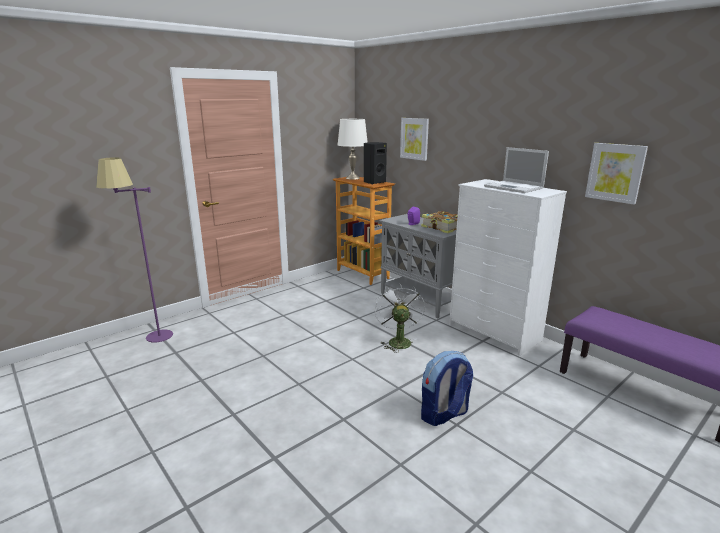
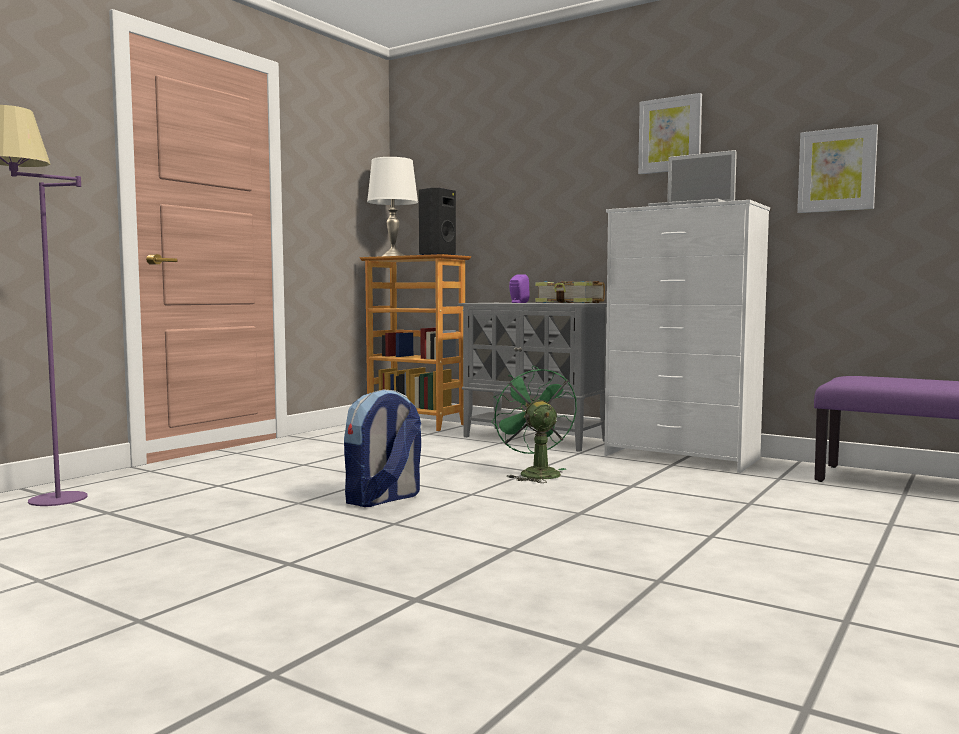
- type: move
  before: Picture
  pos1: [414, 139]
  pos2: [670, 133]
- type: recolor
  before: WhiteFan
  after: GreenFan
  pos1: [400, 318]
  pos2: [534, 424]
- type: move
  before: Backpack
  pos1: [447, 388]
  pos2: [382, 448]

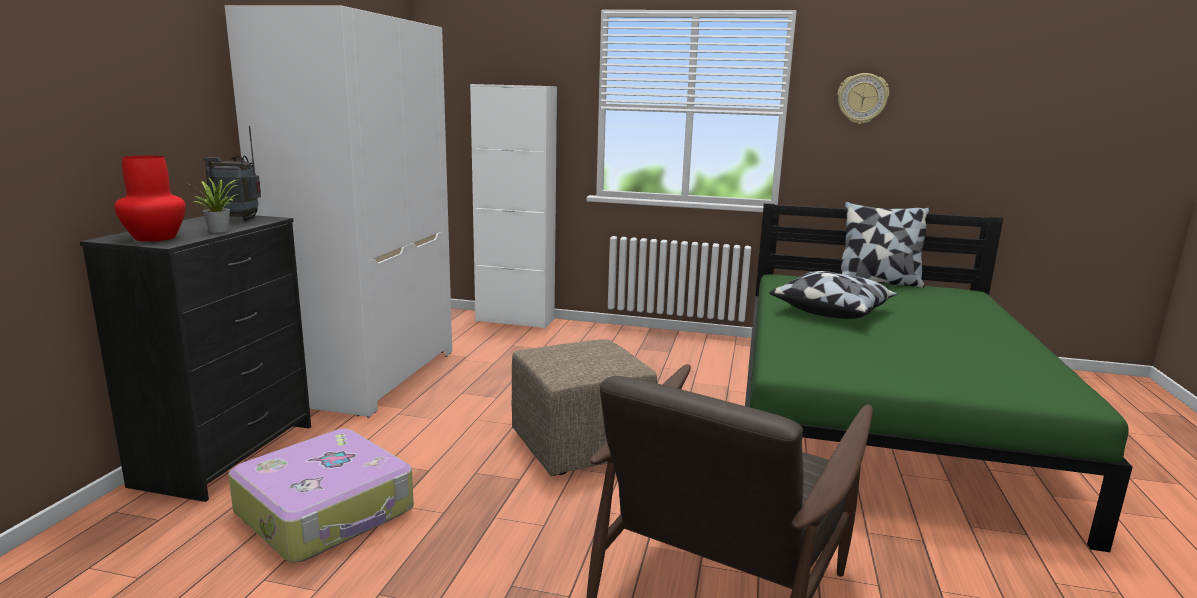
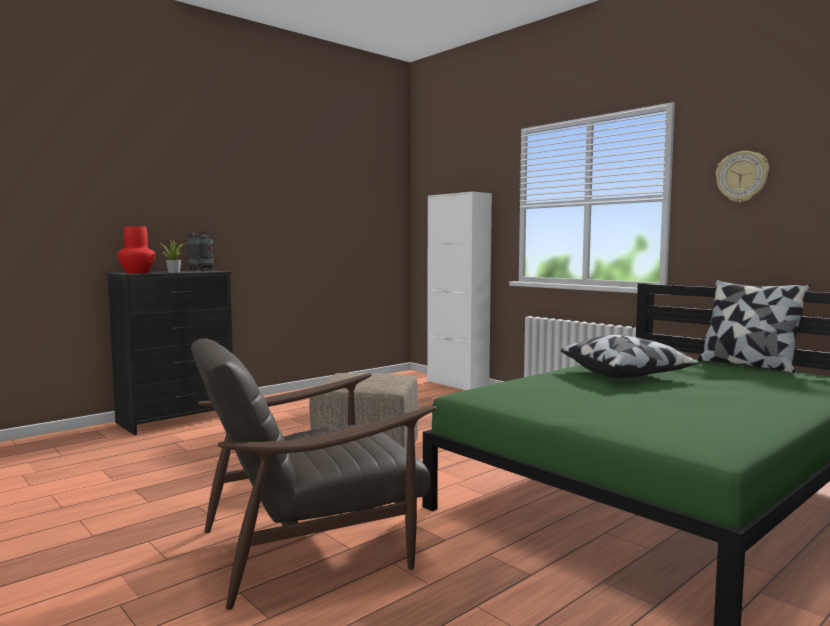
- type: delete
  before: WhiteWardrobe
  pos1: [338, 211]
- type: delete
  before: Suitcase
  pos1: [321, 495]

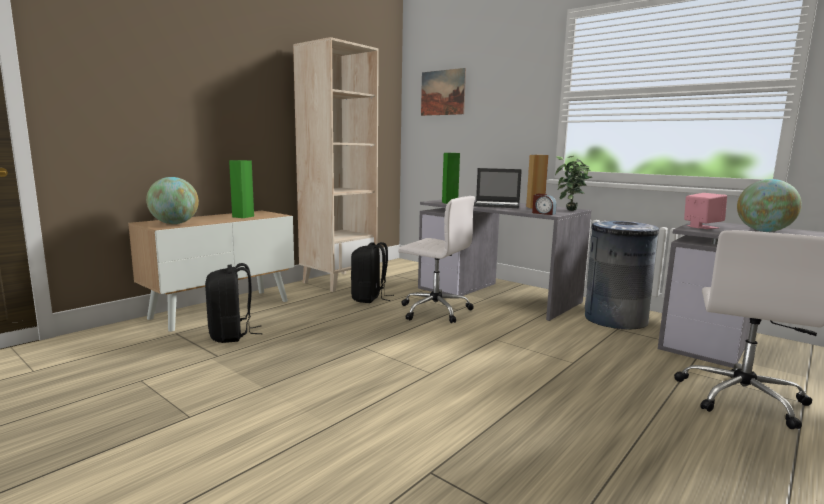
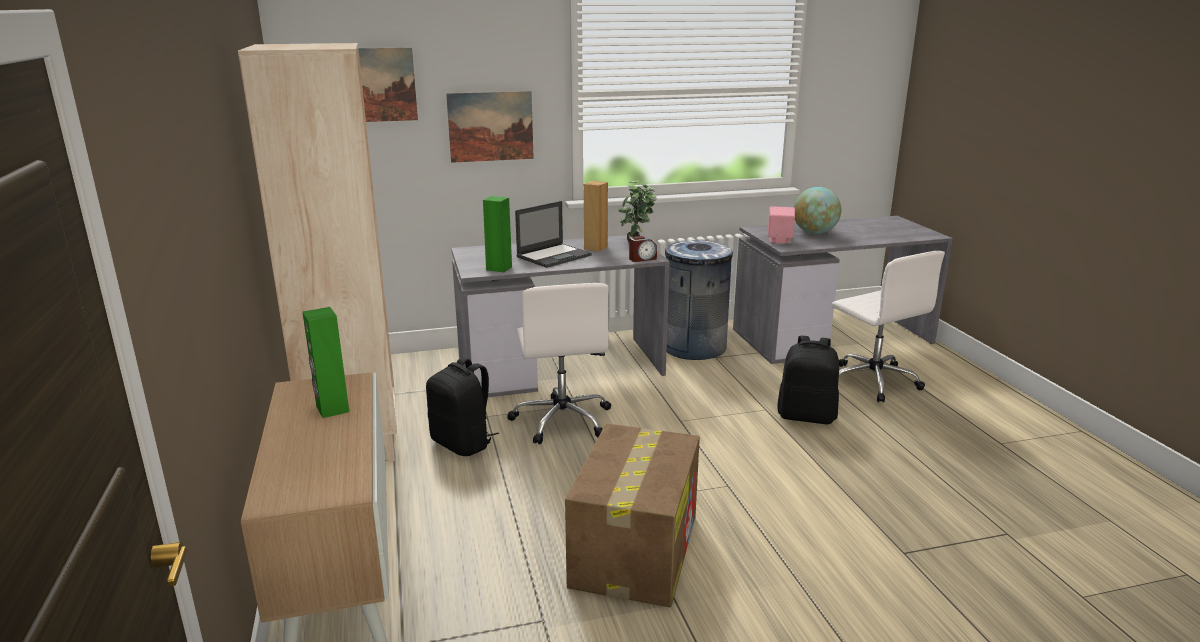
- type: delete
  before: Globe
  pos1: [172, 200]
- type: rotate
  before: WhiteOfficeChair
  pos1: [436, 259]
  pos2: [559, 363]
  turn: 105
- type: move
  before: BlackBackpack
  pos1: [234, 303]
  pos2: [808, 380]
- type: insert
  after: Picture
  pos2: [490, 127]
- type: insert
  after: CardboardBox
  pos2: [632, 515]

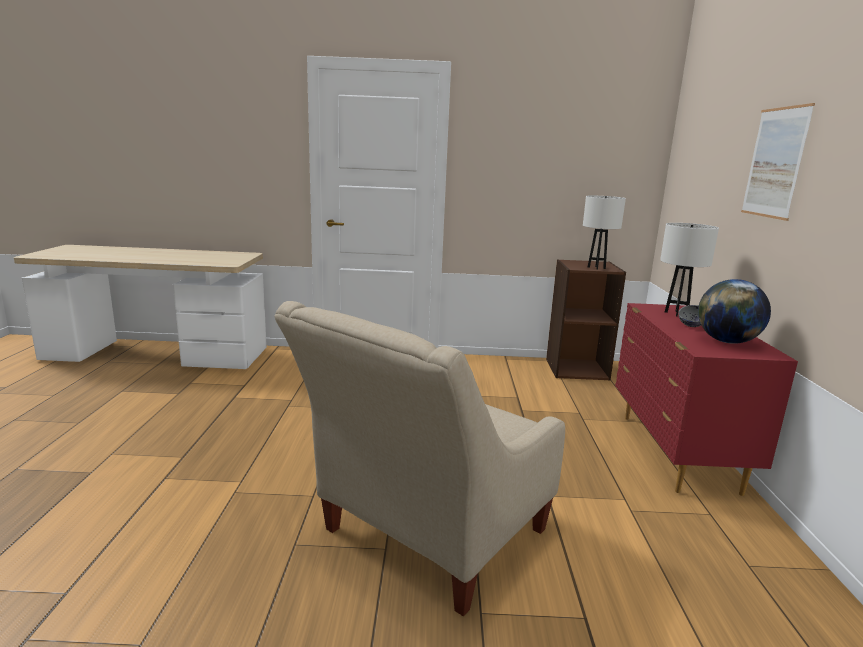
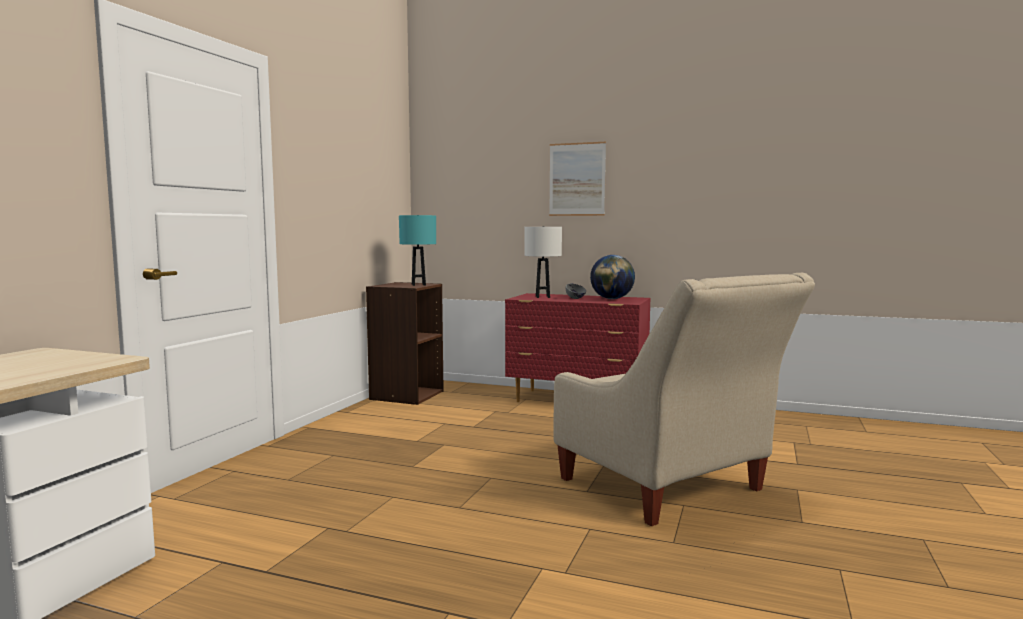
- type: recolor
  before: WhiteTableLamp
  after: TurquoiseTableLamp
  pos1: [604, 233]
  pos2: [417, 250]

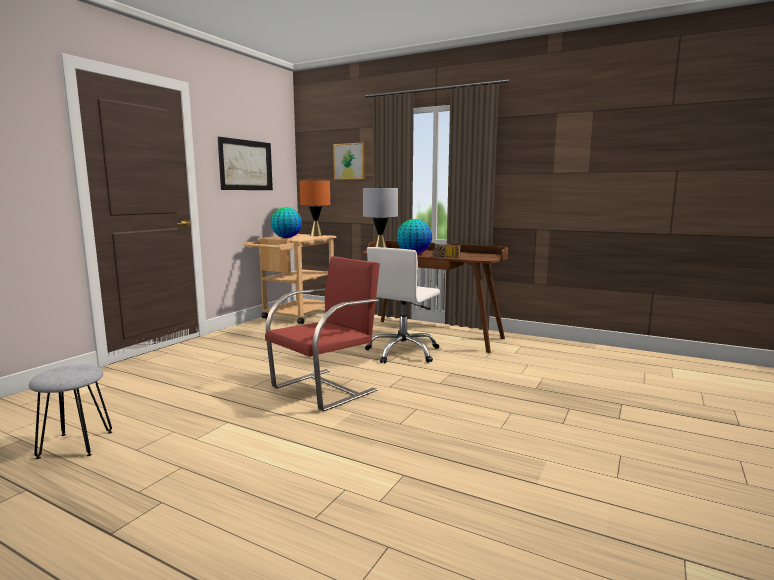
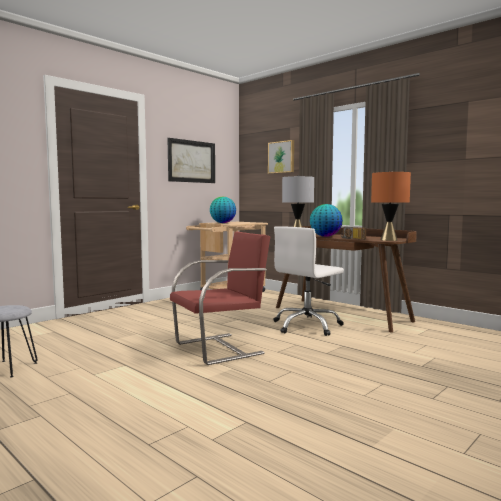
- type: move
  before: OrangeTableLamp
  pos1: [315, 207]
  pos2: [391, 206]

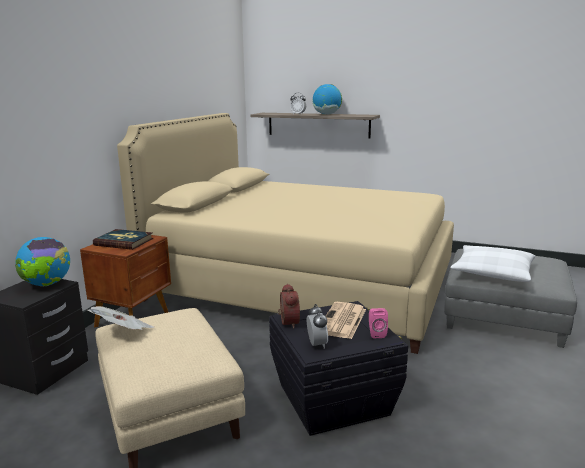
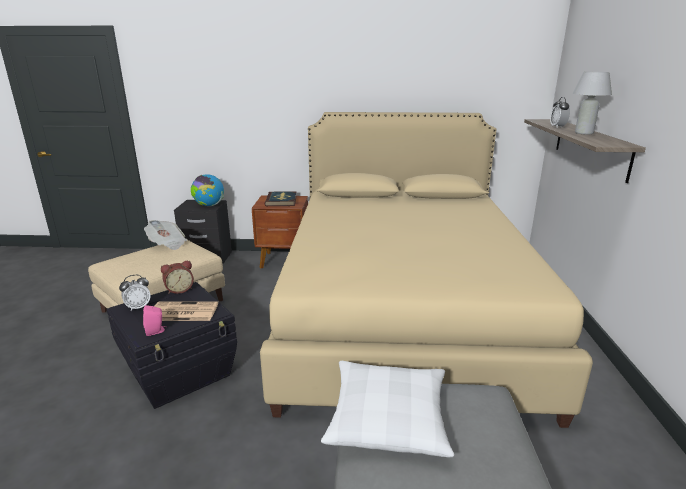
- type: replace
  before: Globe
  after: WhiteTableLamp
  pos1: [327, 99]
  pos2: [592, 103]

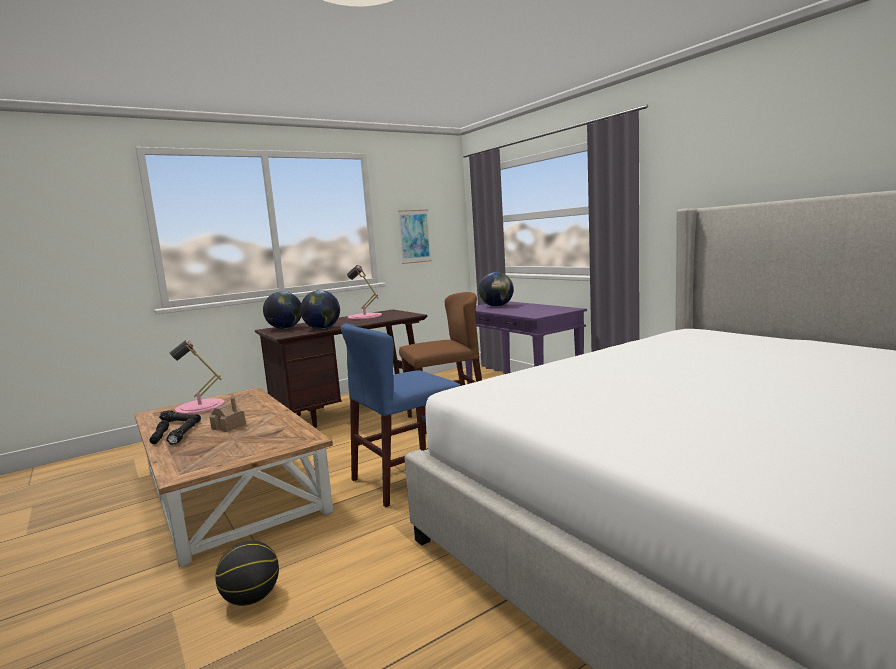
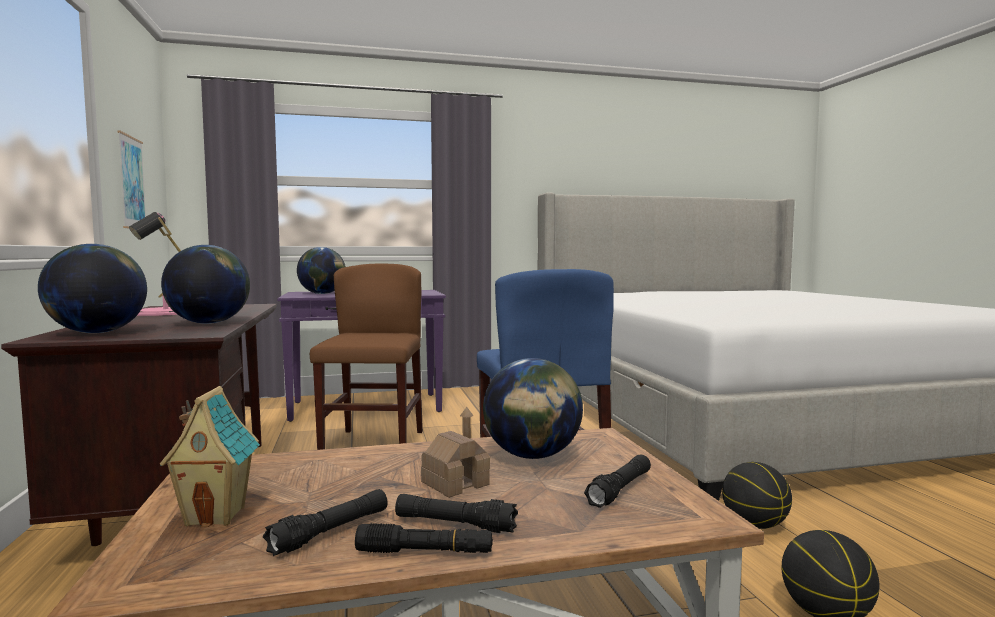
- type: replace
  before: PinkTableLamp
  after: ToyHouse
  pos1: [197, 377]
  pos2: [210, 456]
- type: insert
  after: Globe
  pos2: [533, 408]
- type: insert
  after: BlackFlashlight
  pos2: [617, 481]
- type: insert
  after: Basketball
  pos2: [757, 495]

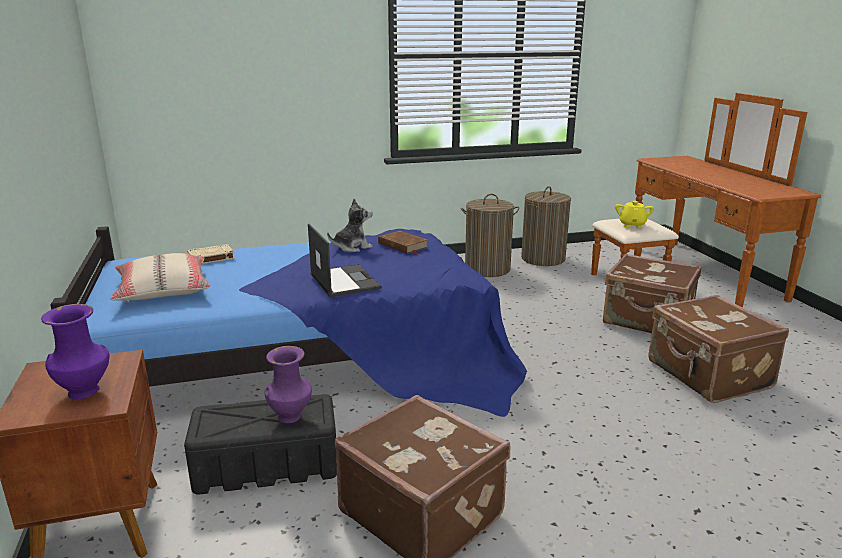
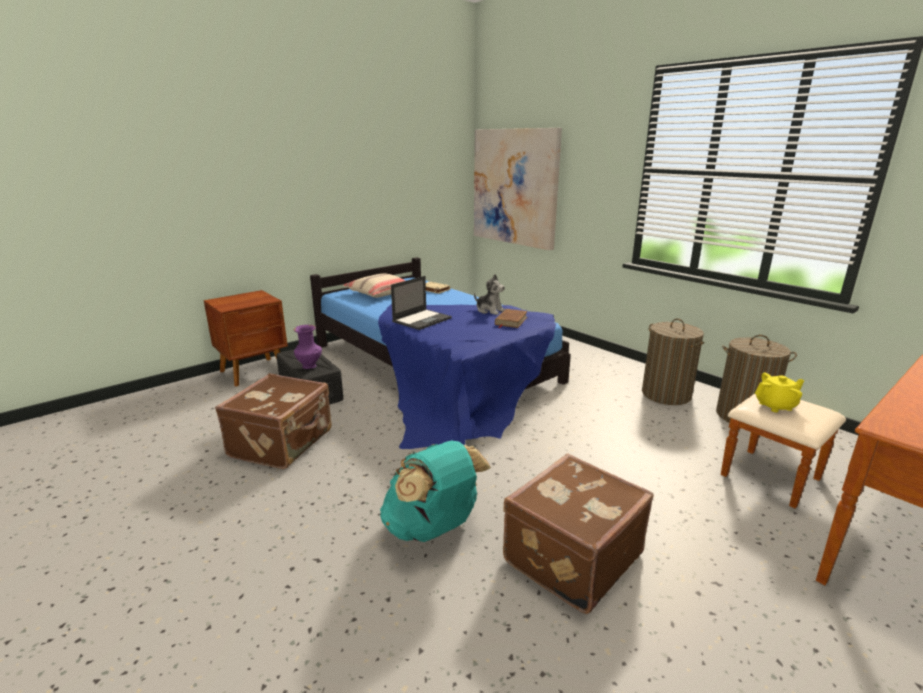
- type: delete
  before: BrownSuitcase
  pos1: [652, 293]
- type: delete
  before: PurpleVase
  pos1: [75, 351]
- type: insert
  after: Picture
  pos2: [518, 189]
- type: insert
  after: TurquoiseBackpack
  pos2: [435, 491]

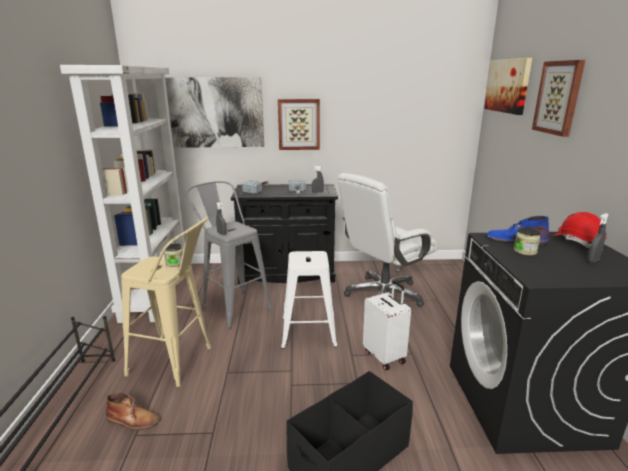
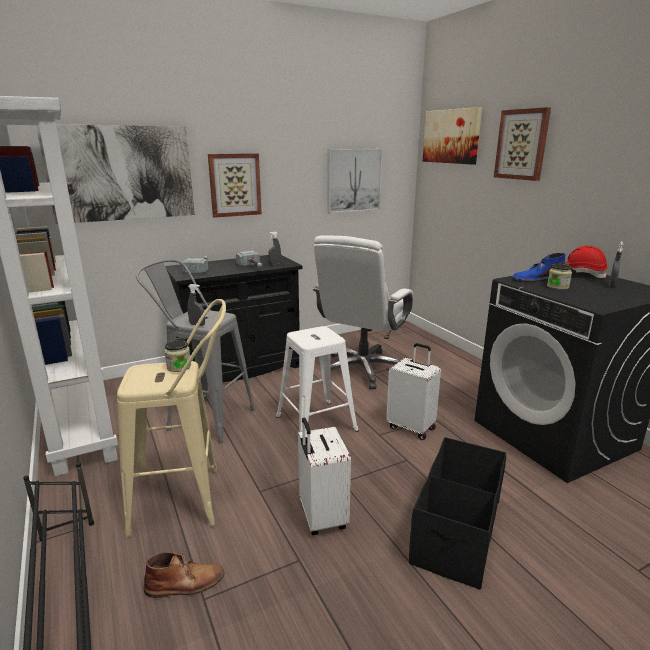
- type: insert
  after: Picture
  pos2: [355, 181]
- type: insert
  after: WhiteSuitcase
  pos2: [324, 476]

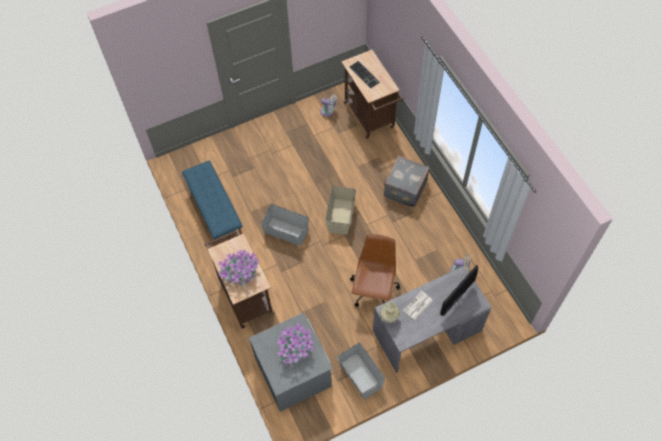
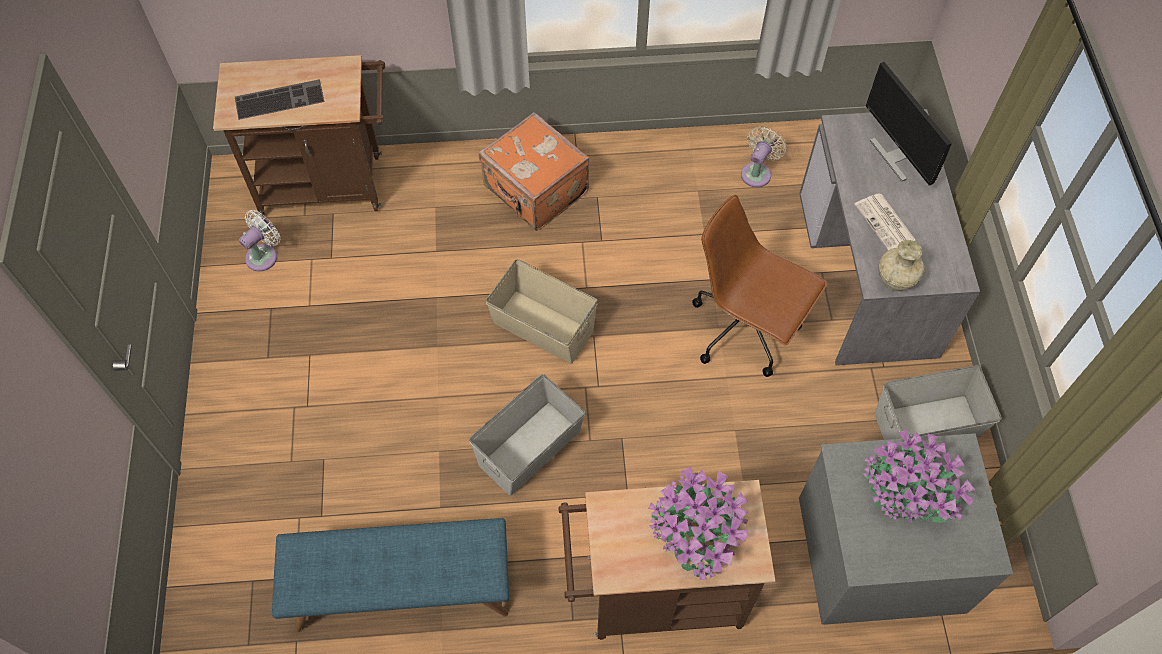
- type: recolor
  before: GreySuitcase
  after: OrangeSuitcase
  pos1: [407, 182]
  pos2: [534, 171]

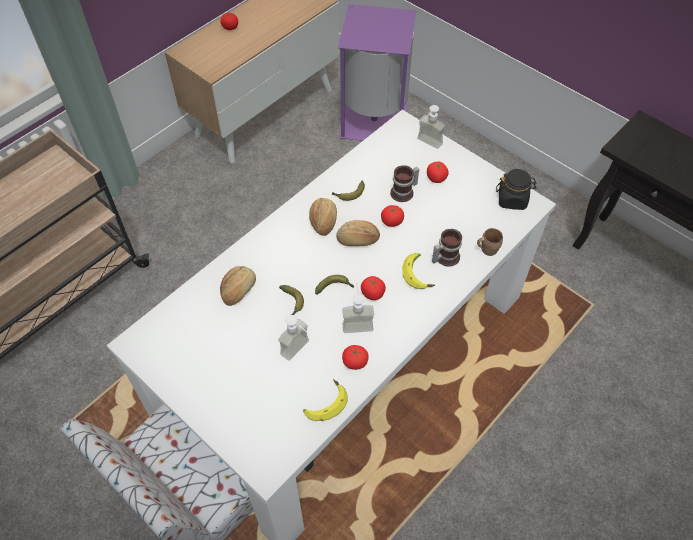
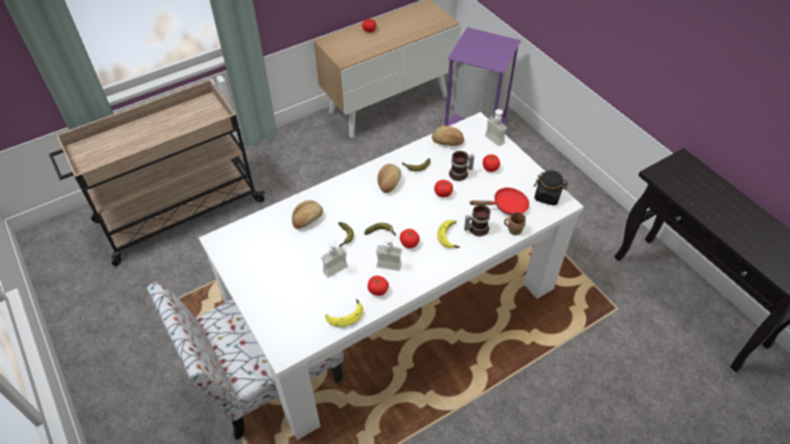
- type: move
  before: Bread
  pos1: [358, 233]
  pos2: [448, 136]
- type: insert
  after: RedFryingPan
  pos2: [499, 201]

